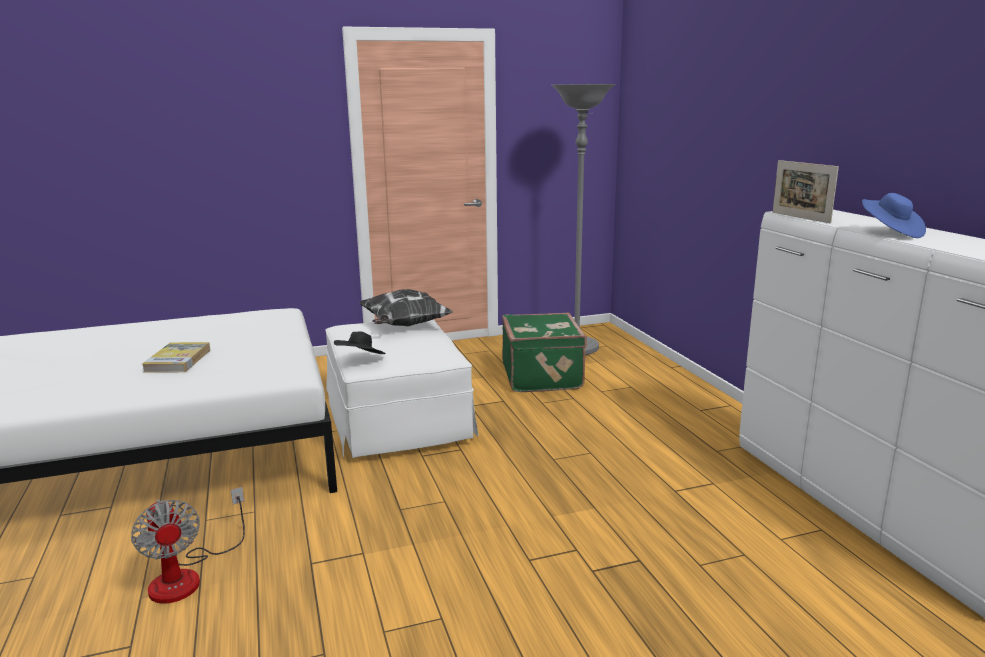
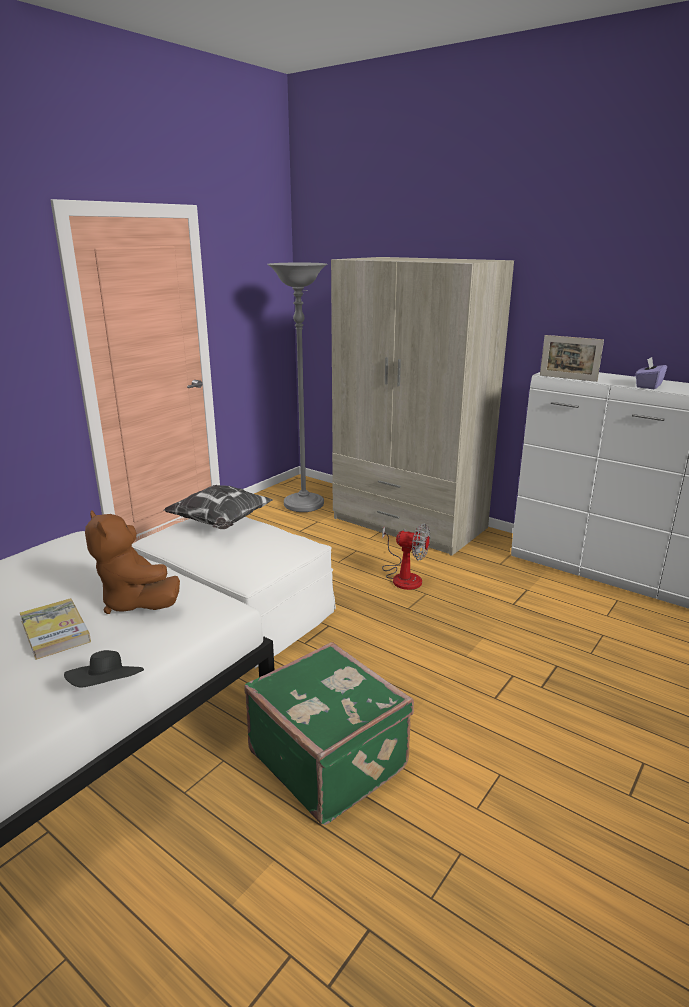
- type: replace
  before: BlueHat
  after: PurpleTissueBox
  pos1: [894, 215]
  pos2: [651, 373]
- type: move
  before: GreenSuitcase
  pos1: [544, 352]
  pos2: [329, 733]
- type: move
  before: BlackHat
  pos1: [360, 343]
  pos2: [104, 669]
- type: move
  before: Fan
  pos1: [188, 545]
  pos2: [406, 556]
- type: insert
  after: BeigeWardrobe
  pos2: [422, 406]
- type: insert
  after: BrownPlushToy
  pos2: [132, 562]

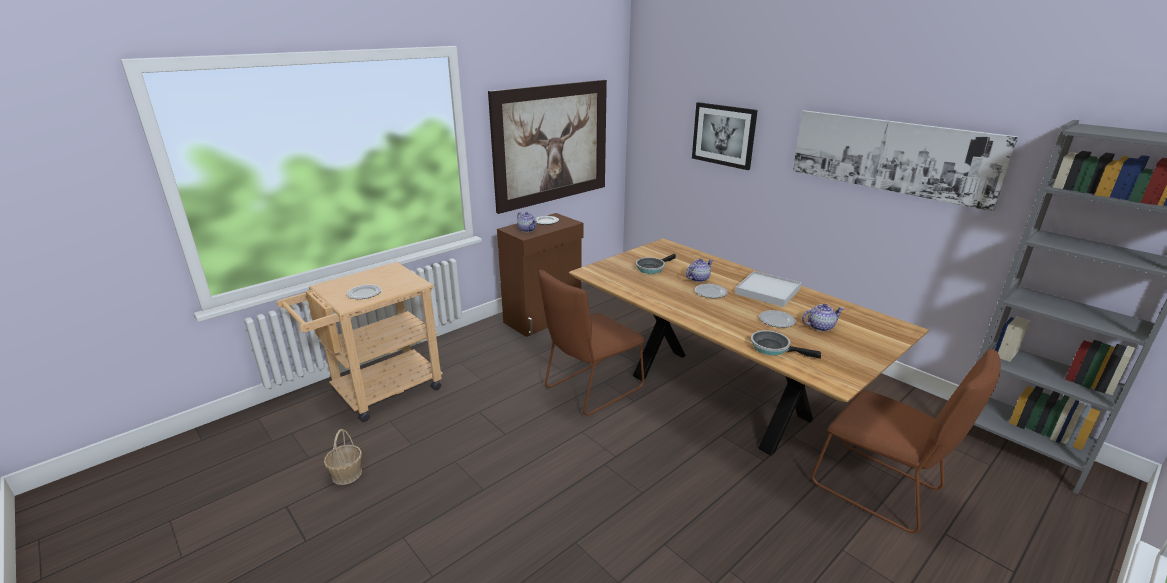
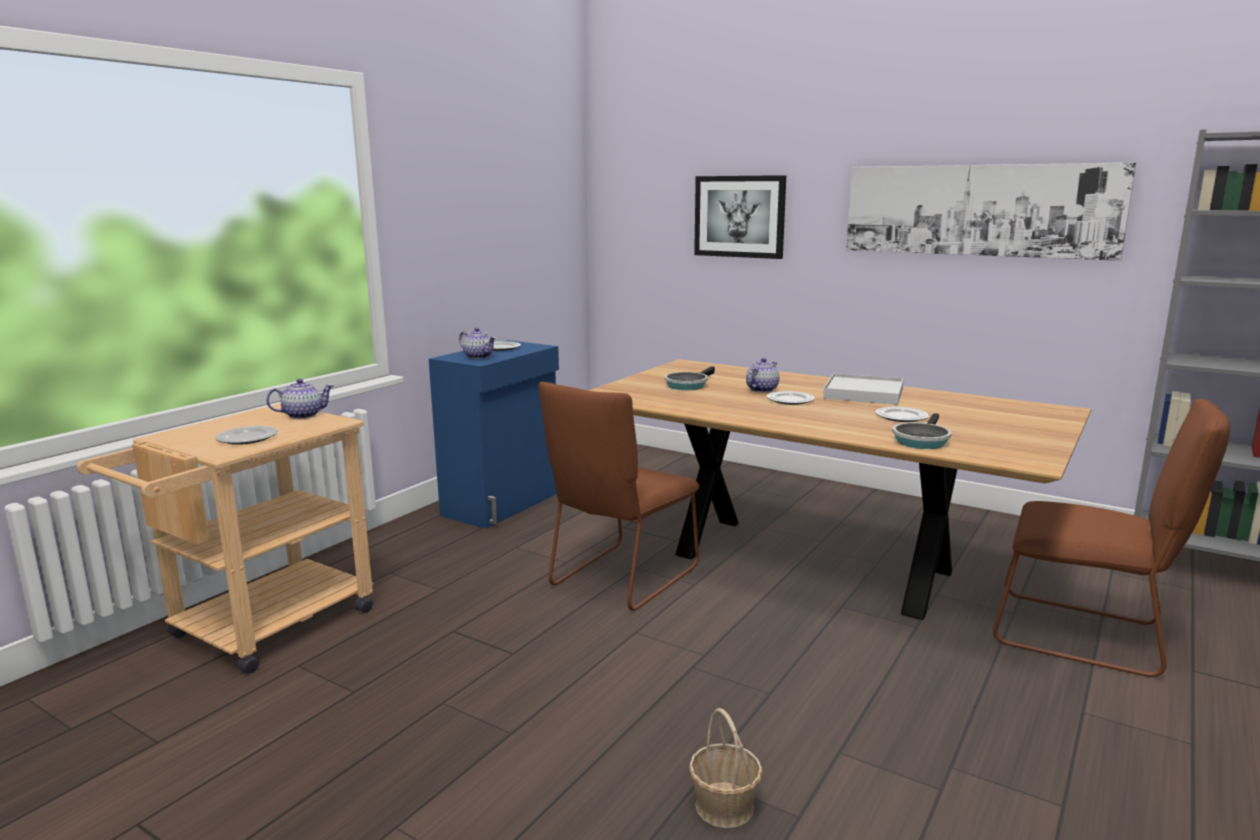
- type: delete
  before: Picture
  pos1: [547, 147]
- type: recolor
  before: BrownCabinet
  after: BlueCabinet
  pos1: [540, 275]
  pos2: [494, 434]
- type: move
  before: Teapot
  pos1: [823, 318]
  pos2: [300, 399]
- type: rotate
  before: FryingPan
  pos1: [786, 344]
  pos2: [922, 431]
  turn: -75
- type: move
  before: Basket
  pos1: [343, 457]
  pos2: [726, 768]

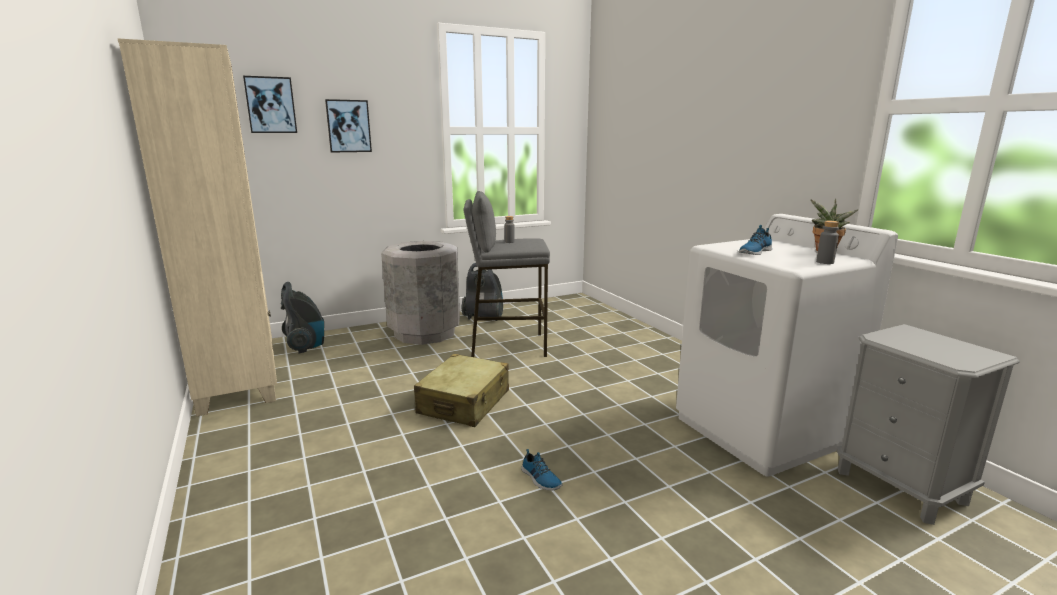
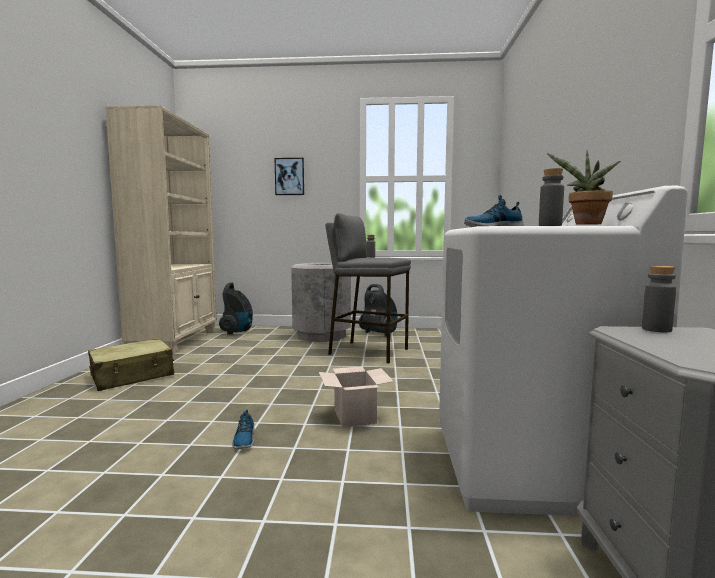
- type: delete
  before: Picture
  pos1: [270, 104]
- type: move
  before: BeigeSuitcase
  pos1: [461, 390]
  pos2: [131, 364]
- type: insert
  after: GreyBottle
  pos2: [659, 299]
- type: insert
  after: CardboardBox
  pos2: [356, 397]

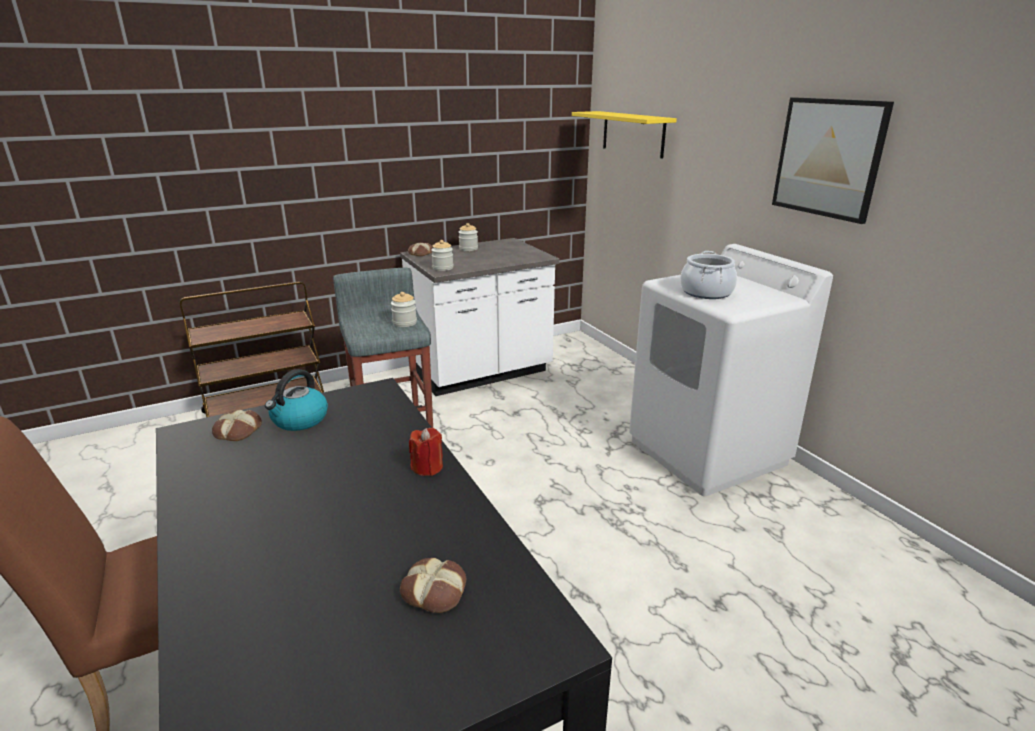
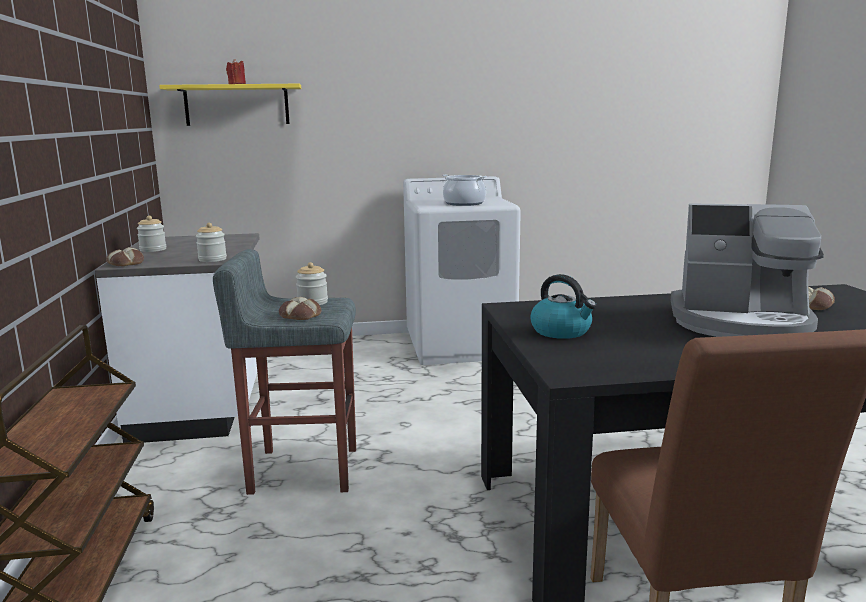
- type: delete
  before: Picture
  pos1: [833, 160]
- type: move
  before: Bread
  pos1: [237, 425]
  pos2: [300, 308]
- type: move
  before: RedCandle
  pos1: [426, 452]
  pos2: [236, 71]
- type: insert
  after: CoffeeMachine
  pos2: [747, 270]

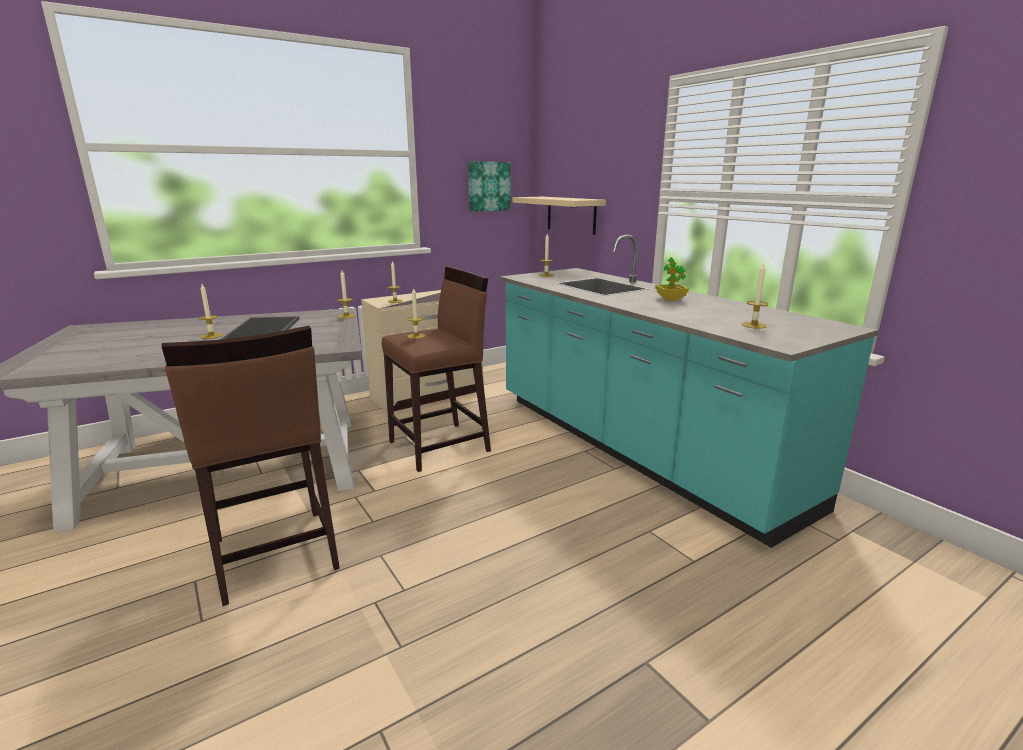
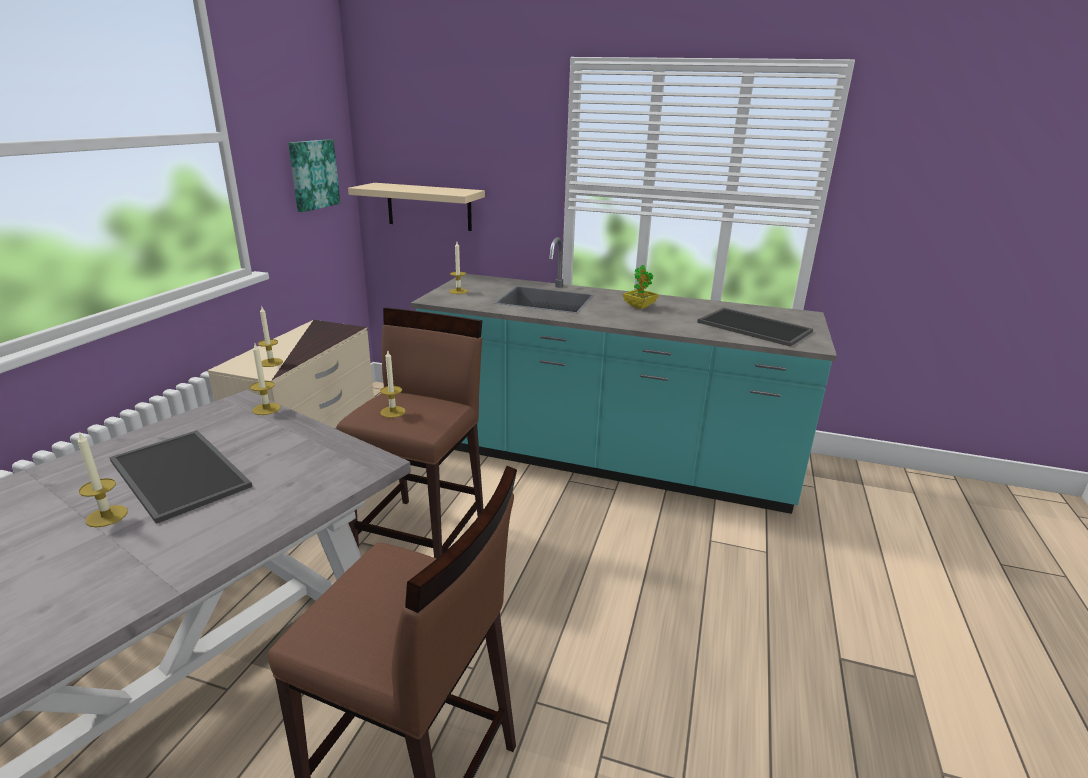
- type: replace
  before: Candle
  after: Tray
  pos1: [755, 296]
  pos2: [755, 327]

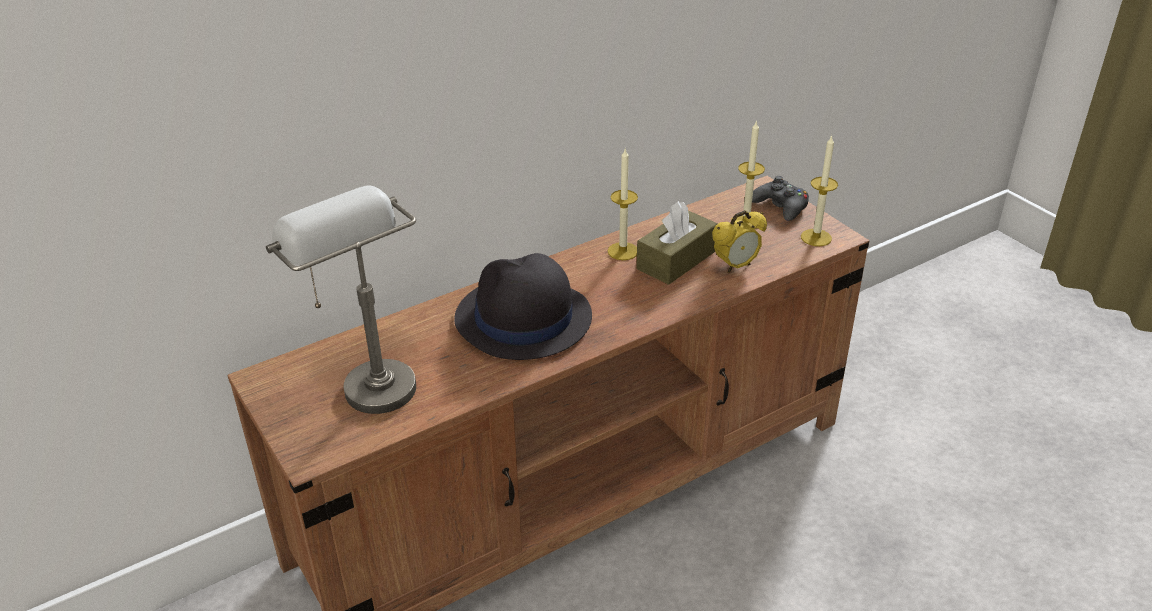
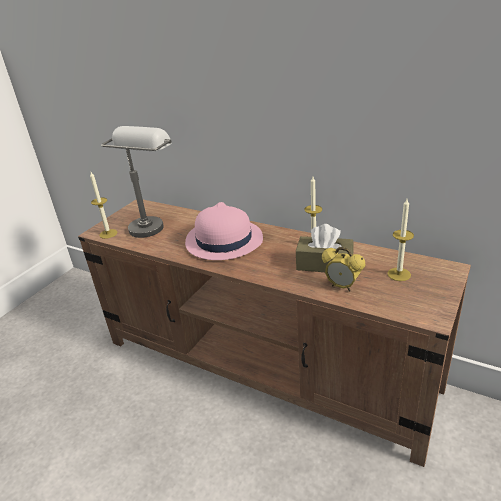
- type: move
  before: Candle
  pos1: [819, 190]
  pos2: [104, 205]
- type: delete
  before: BlackGameController
  pos1: [780, 198]
- type: recolor
  before: BlackHat
  after: PinkHat
  pos1: [523, 306]
  pos2: [224, 231]

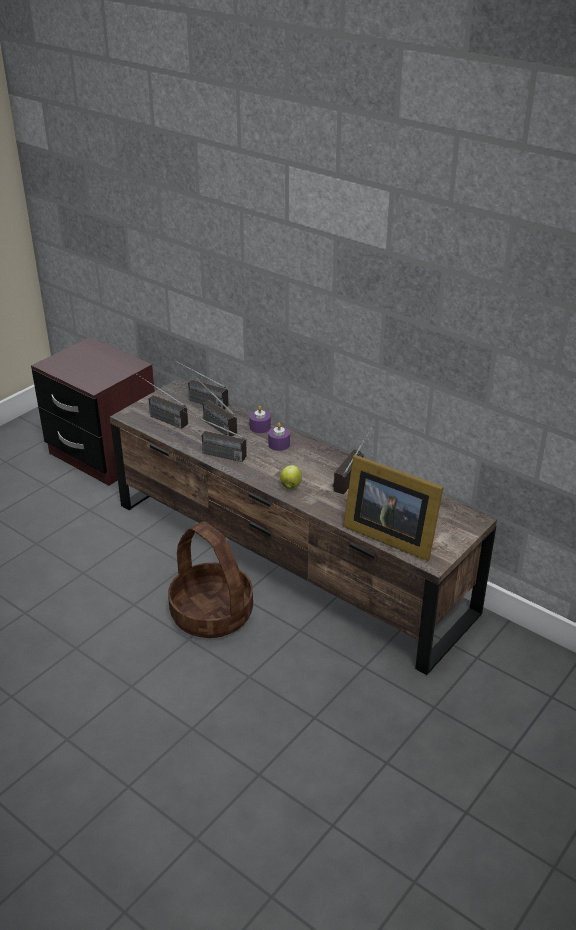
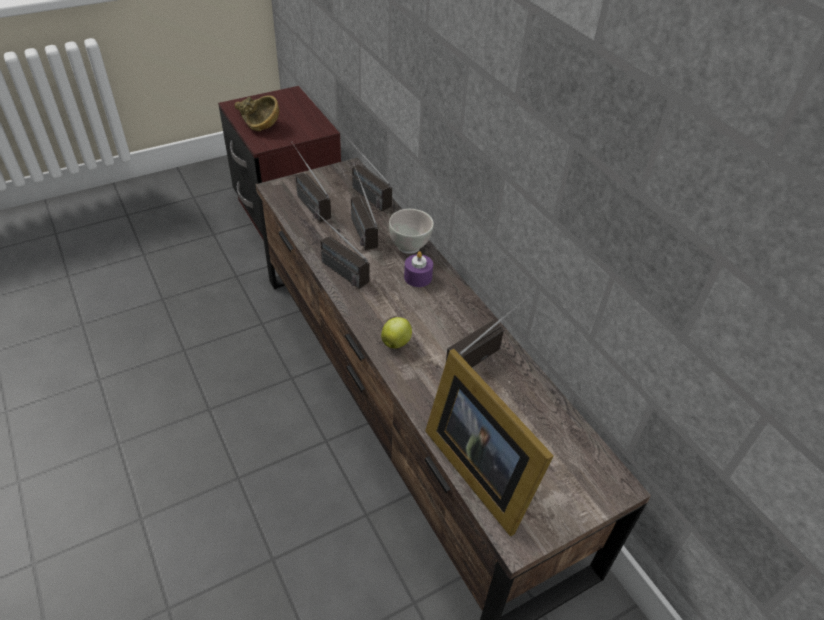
- type: replace
  before: PurpleCandle
  after: WhiteBowl
  pos1: [260, 419]
  pos2: [411, 231]
- type: delete
  before: Basket
  pos1: [210, 579]
- type: insert
  after: BrownBowl
  pos2: [256, 113]

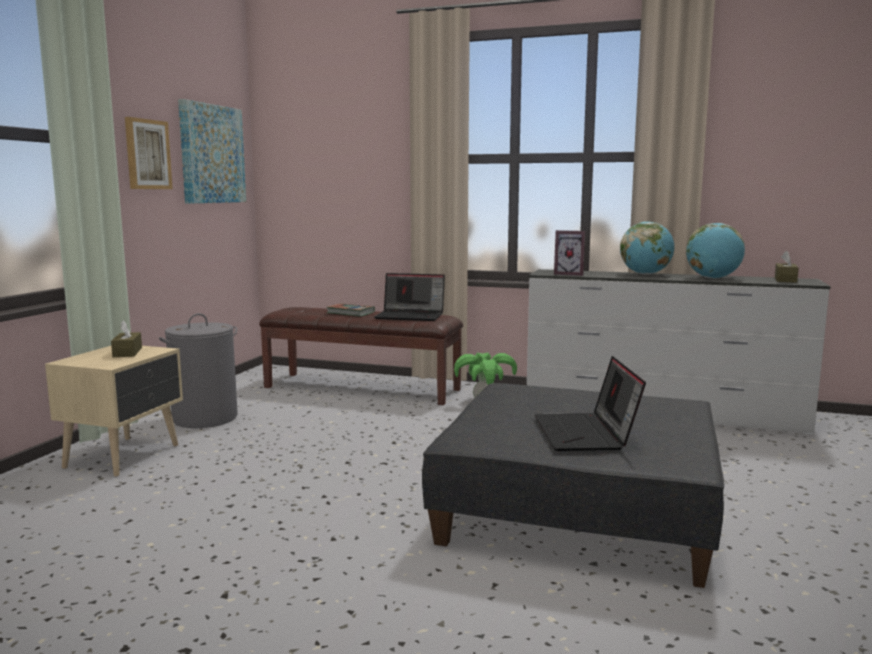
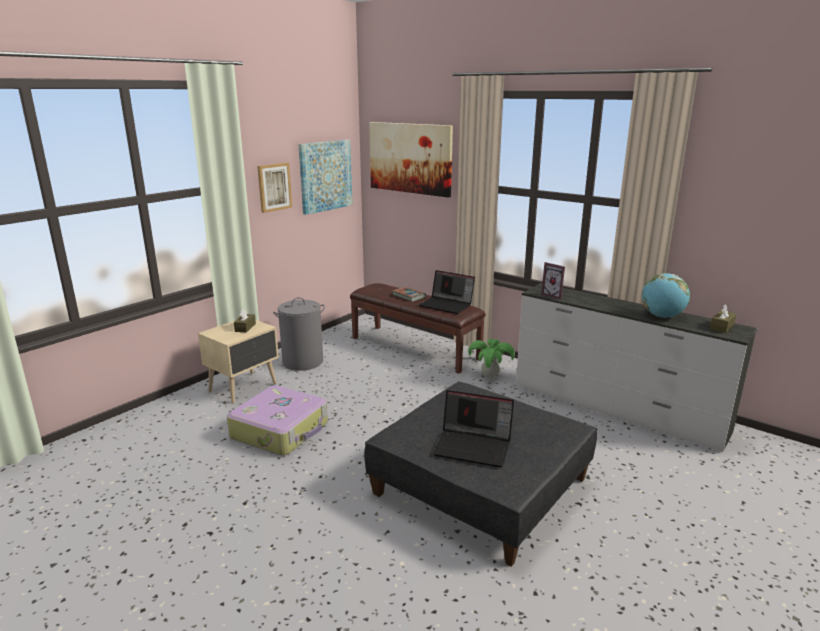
- type: delete
  before: Globe
  pos1: [647, 248]
- type: rotate
  before: Laptop
  pos1: [590, 403]
  pos2: [473, 428]
  turn: -90
- type: insert
  after: Picture
  pos2: [411, 160]
- type: insert
  after: Suitcase
  pos2: [277, 421]

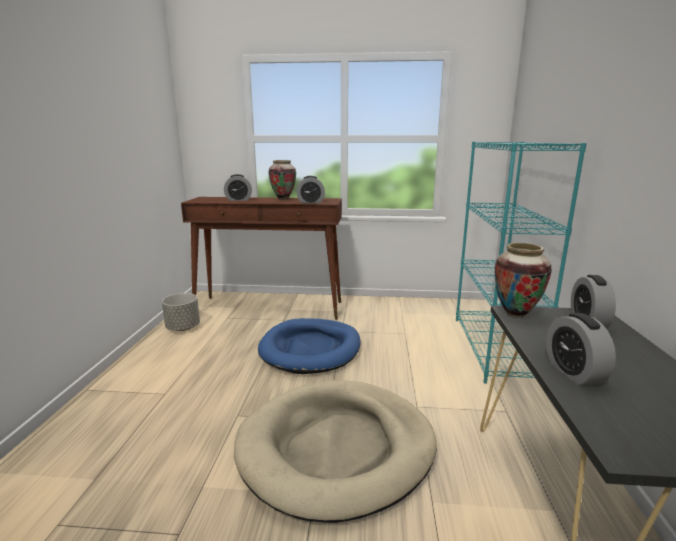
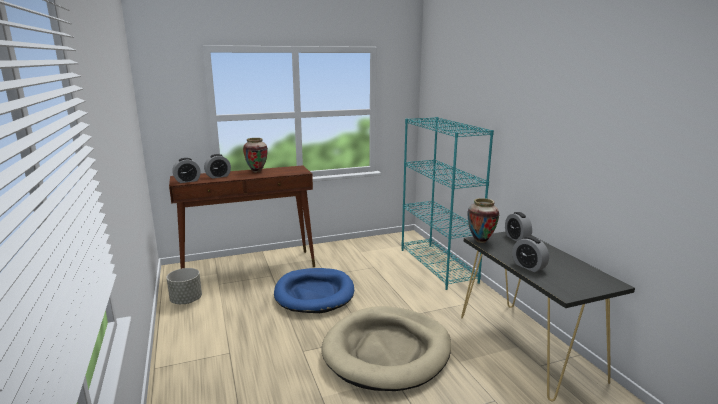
- type: move
  before: AlarmClock
  pos1: [310, 189]
  pos2: [186, 170]

